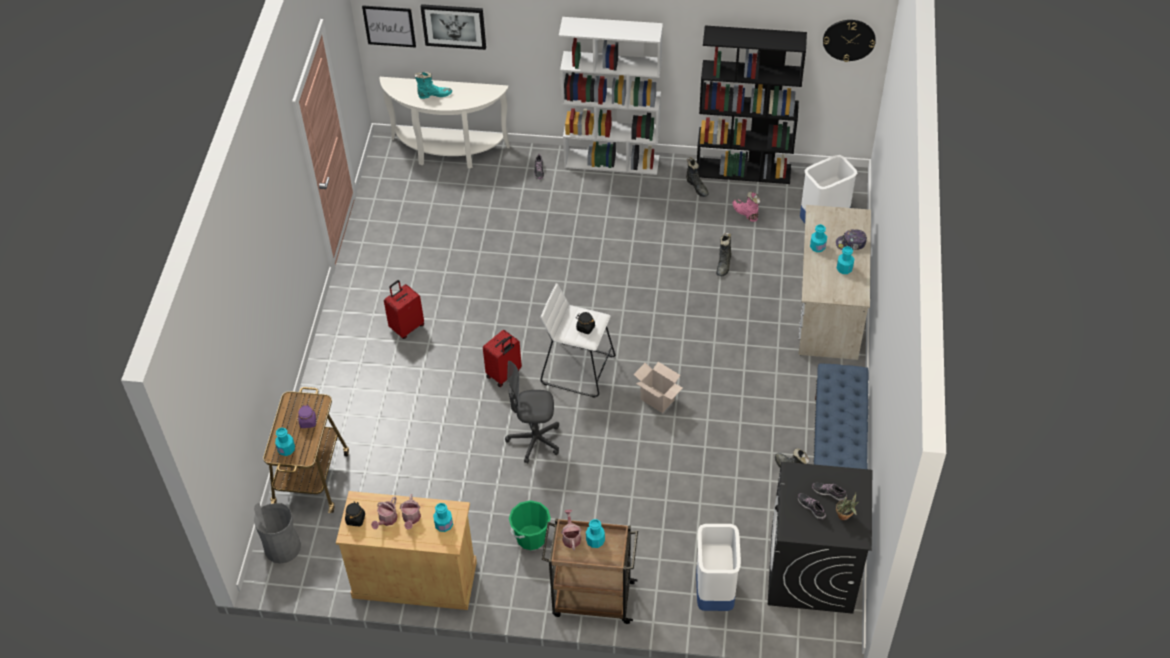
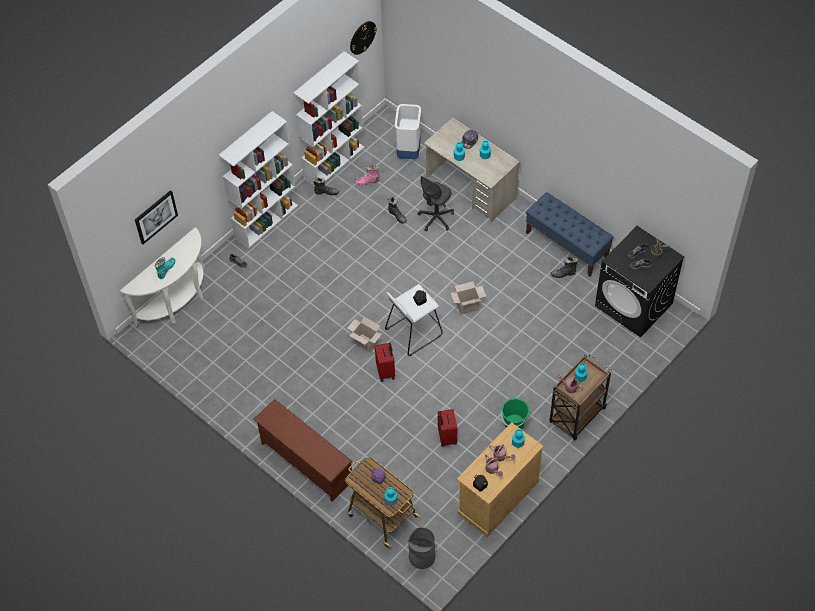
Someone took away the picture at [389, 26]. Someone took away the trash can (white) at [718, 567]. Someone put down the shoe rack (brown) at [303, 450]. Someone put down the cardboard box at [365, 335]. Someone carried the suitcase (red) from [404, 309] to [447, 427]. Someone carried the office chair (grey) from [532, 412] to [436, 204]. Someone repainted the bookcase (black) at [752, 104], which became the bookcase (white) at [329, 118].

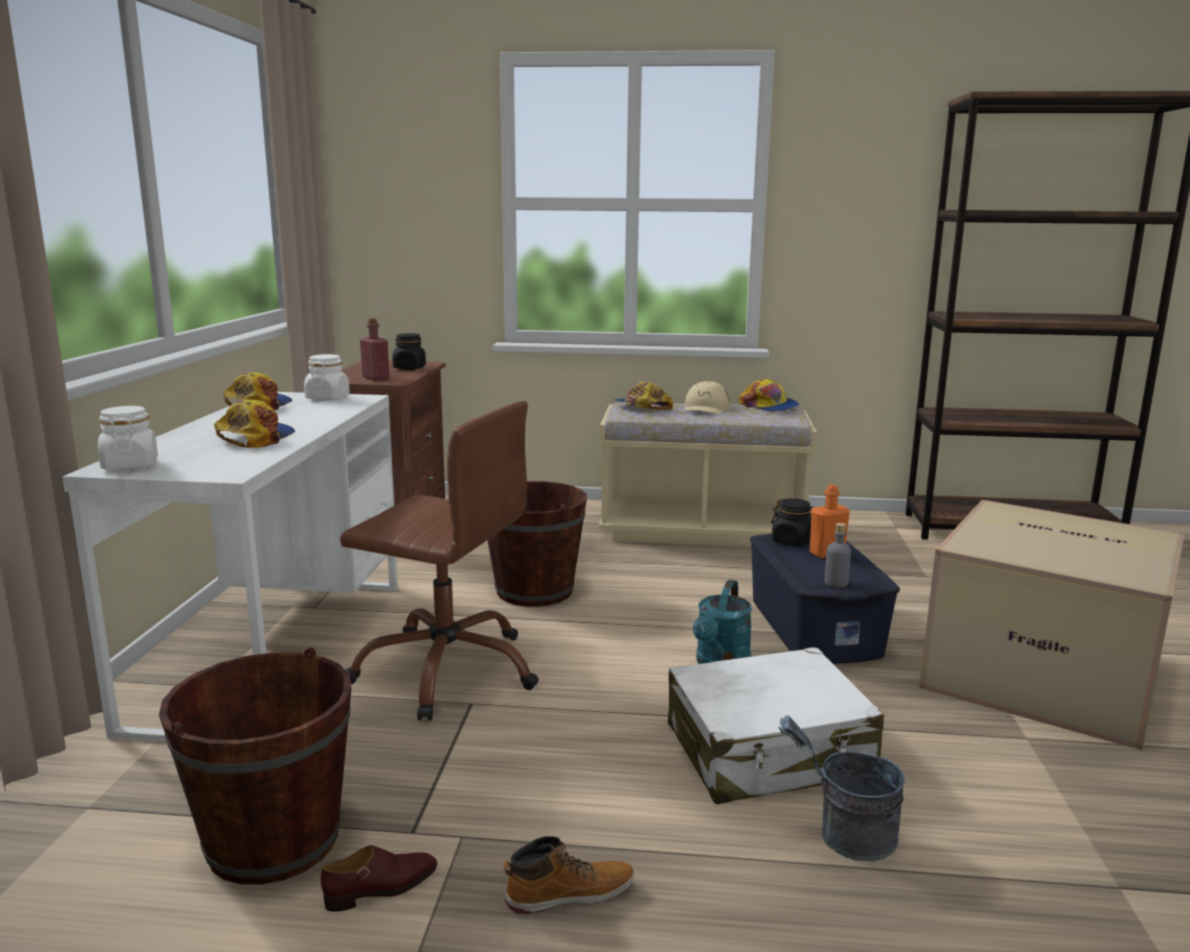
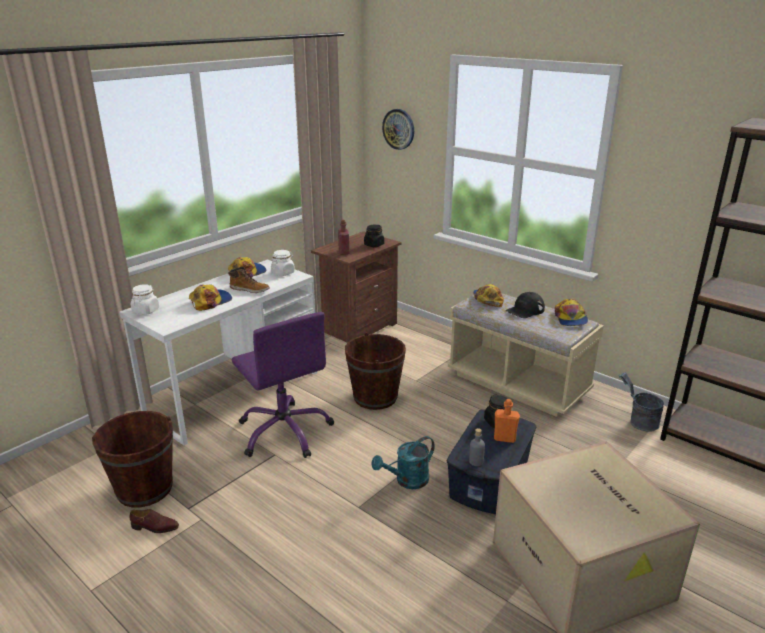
Someone took away the suitcase (white) at [776, 725]. Someone put up the wall clock at [398, 129]. Someone carried the boot from [569, 875] to [249, 280]. Someone carried the bucket (grey) from [842, 788] to [641, 402]. Someone repainted the office chair (brown) at [439, 561], which became the office chair (purple) at [283, 385]. Someone repainted the cap (beige) at [706, 397], which became the cap (black) at [525, 305].

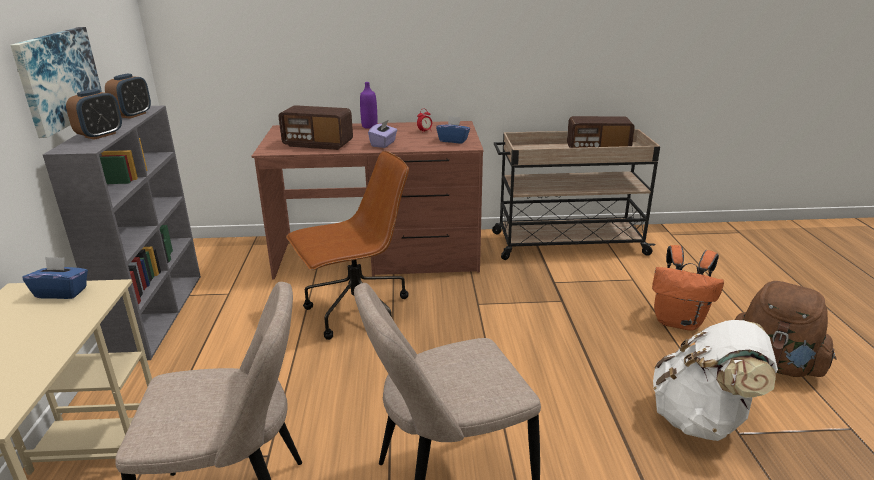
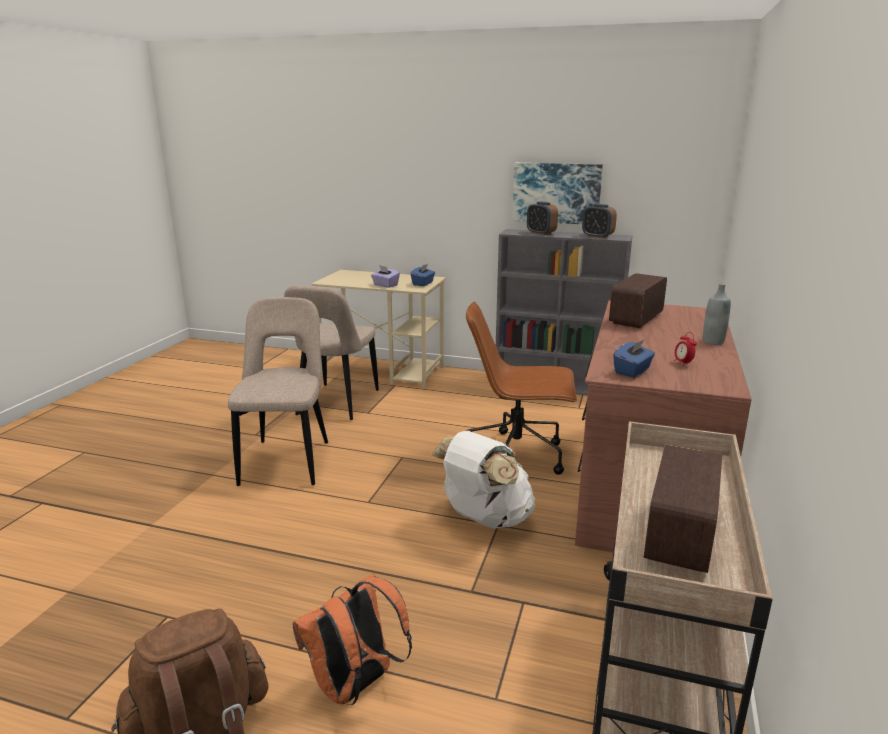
Someone carried the tissue box (purple) from [382, 133] to [385, 276]. Someone carried the backpack (white) from [715, 380] to [483, 479]. Someone repainted the bottle (purple) at [368, 105], which became the bottle (grey) at [717, 314]. Someone rotated the office chair (brown) at [347, 245] by 105 degrees clockwise.

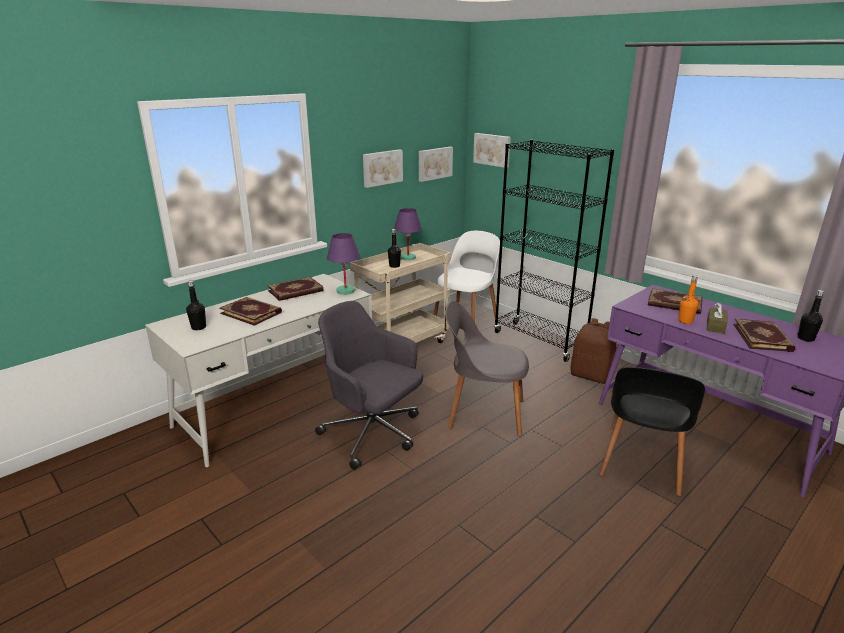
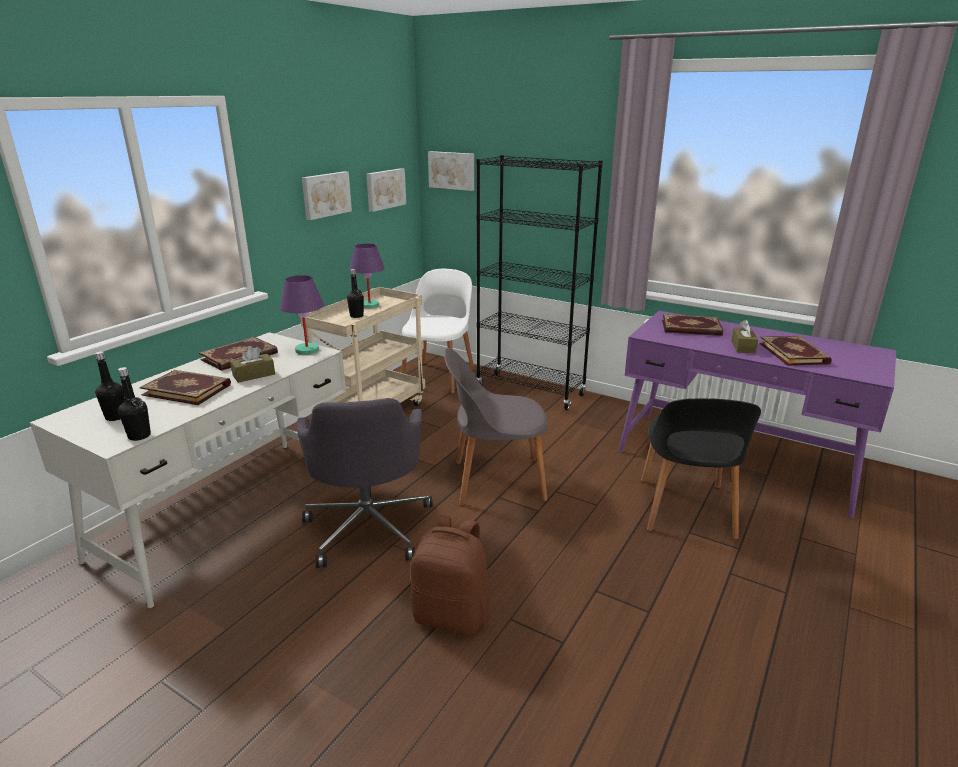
Someone took away the bottle (orange) at [688, 299]. Someone put down the tissue box (brown) at [252, 364]. Someone carried the backpack (brown) from [593, 351] to [449, 575]. Someone carried the bottle (black) from [810, 316] to [134, 404]. Someone rotated the office chair (grey) at [369, 385] by 120 degrees counterclockwise.

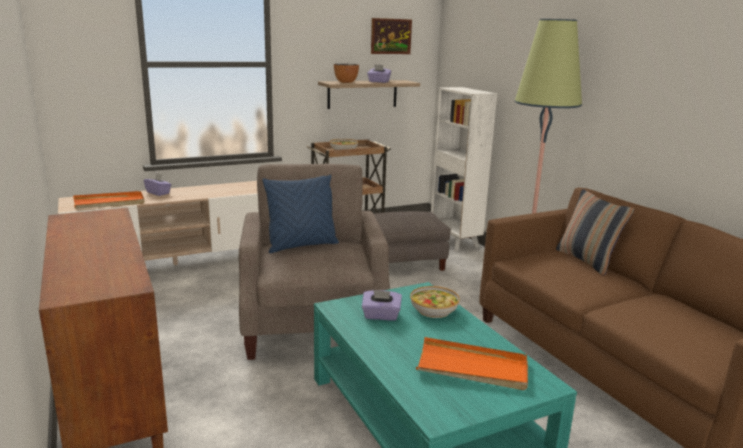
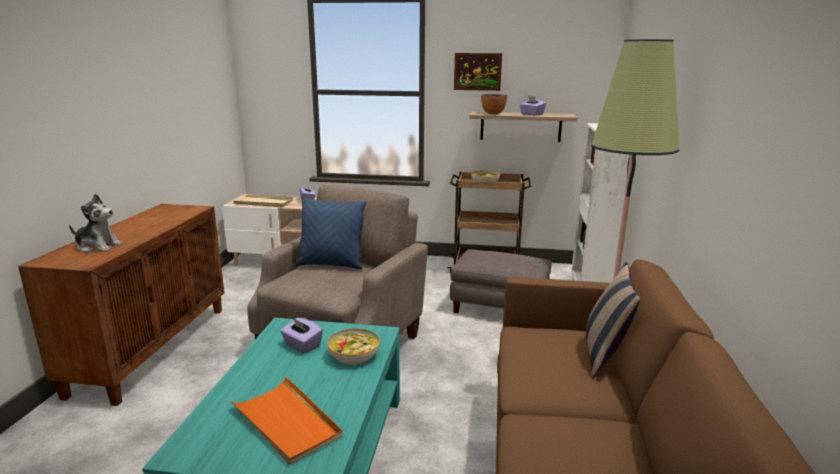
Someone put down the plush toy at [96, 223]. Someone carried the picture from [391, 36] to [478, 72]. Someone repainted the tray (orange) at [109, 200], which became the tray (beige) at [263, 201].

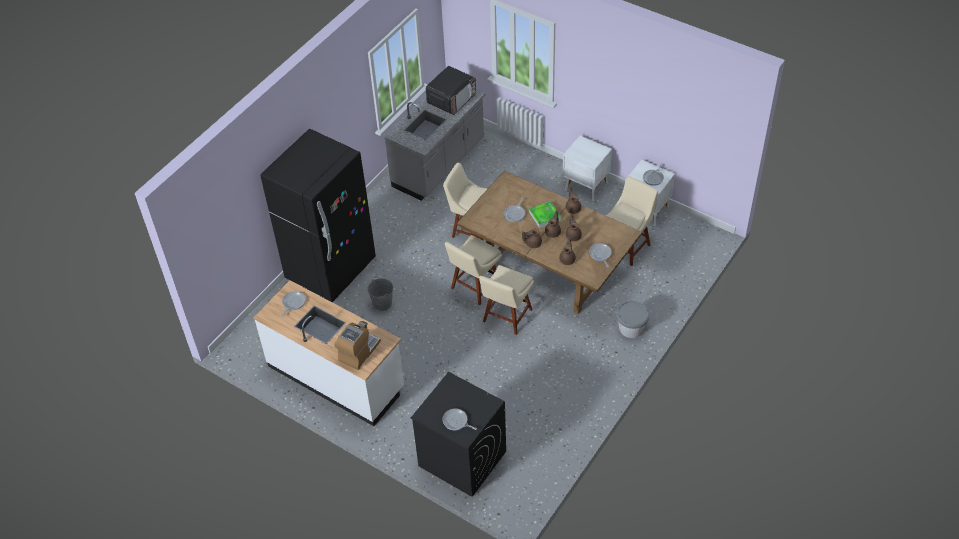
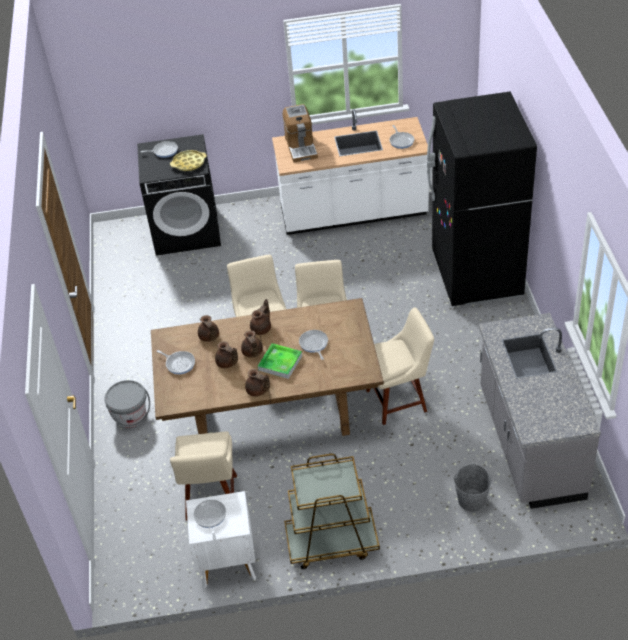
Someone took away the microwave at [451, 90]. Someone put down the tray (yellow) at [188, 160]. Someone carried the bucket (grey) from [380, 294] to [472, 488]. Someone swapped the nightstand (white) at [587, 168] for the cart (brown) at [332, 511].

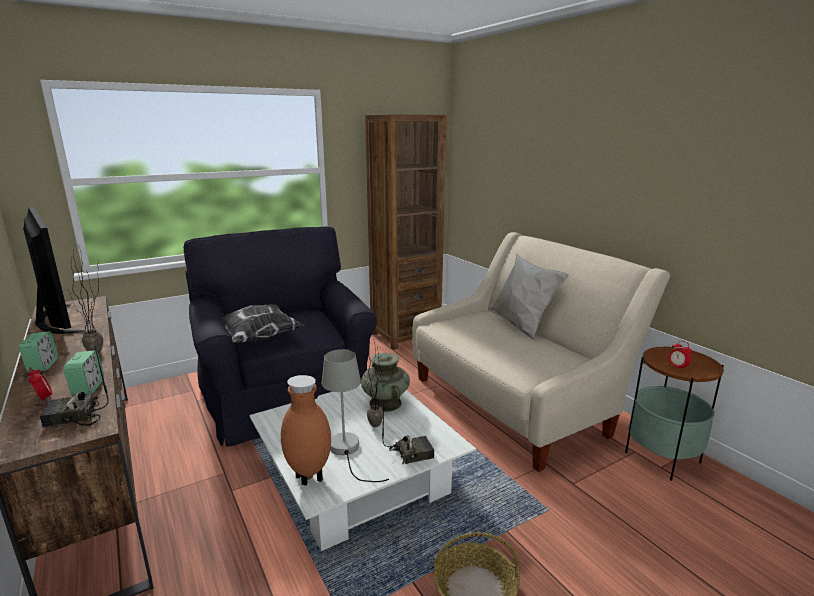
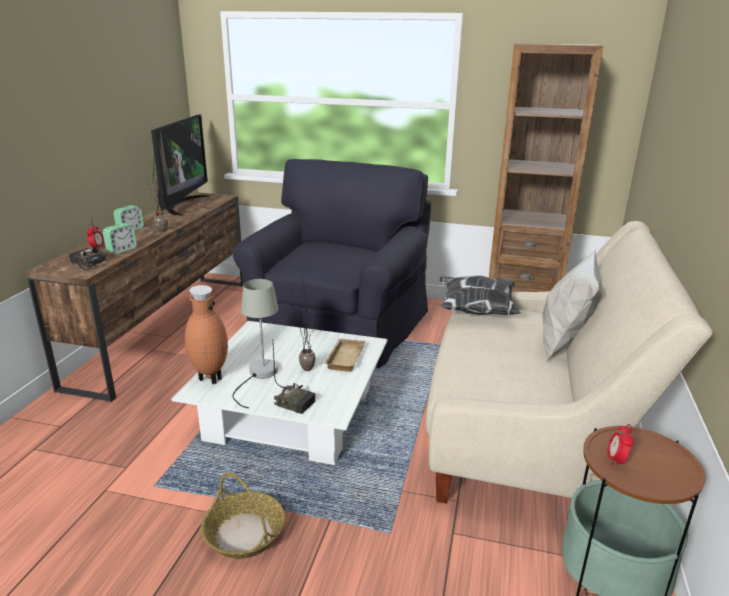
Someone carried the pillow from [263, 323] to [480, 295]. Someone swapped the vase (turquoise) at [385, 382] for the tray (beige) at [344, 355].

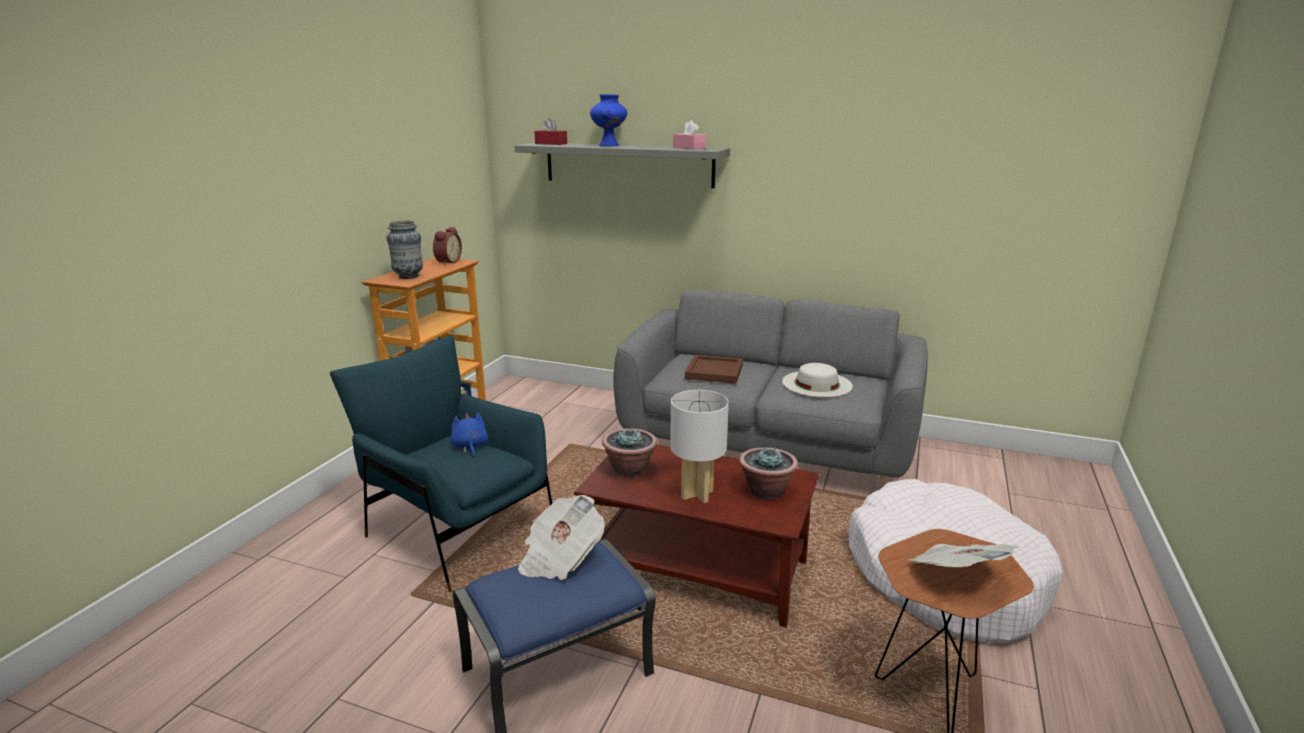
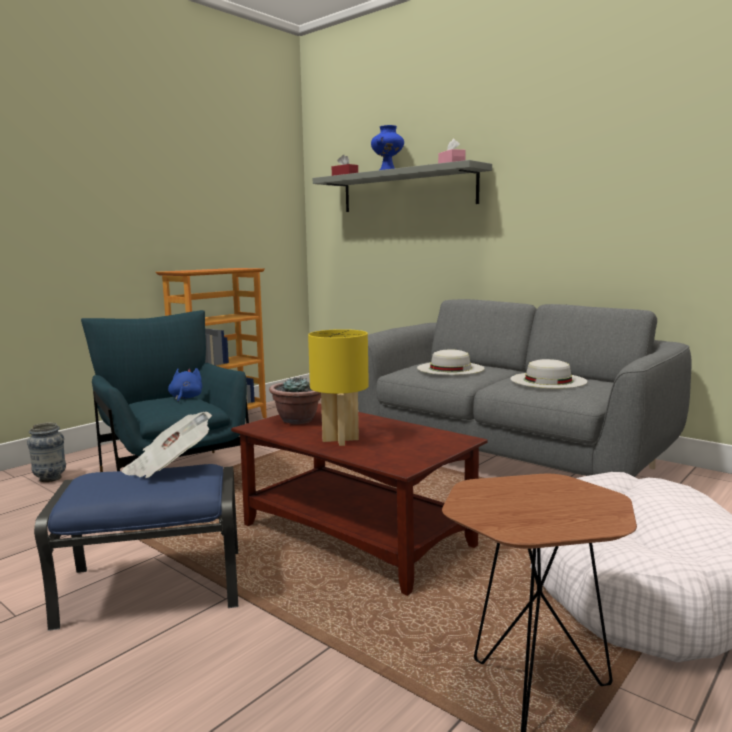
Someone took away the alarm clock at [447, 246]. Someone took away the potted plant at [768, 473]. Someone took away the newspaper at [964, 555]. Someone carried the vase from [405, 249] to [46, 452]. Someone swapped the tray (brown) at [714, 369] for the hat (white) at [450, 362]. Someone repainted the table lamp (white) at [699, 446], which became the table lamp (yellow) at [338, 387].

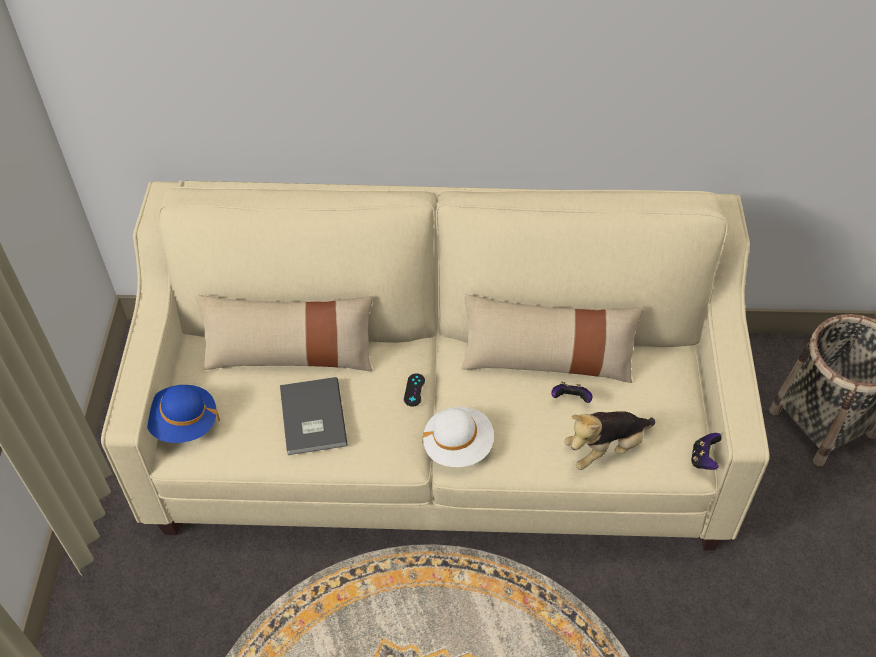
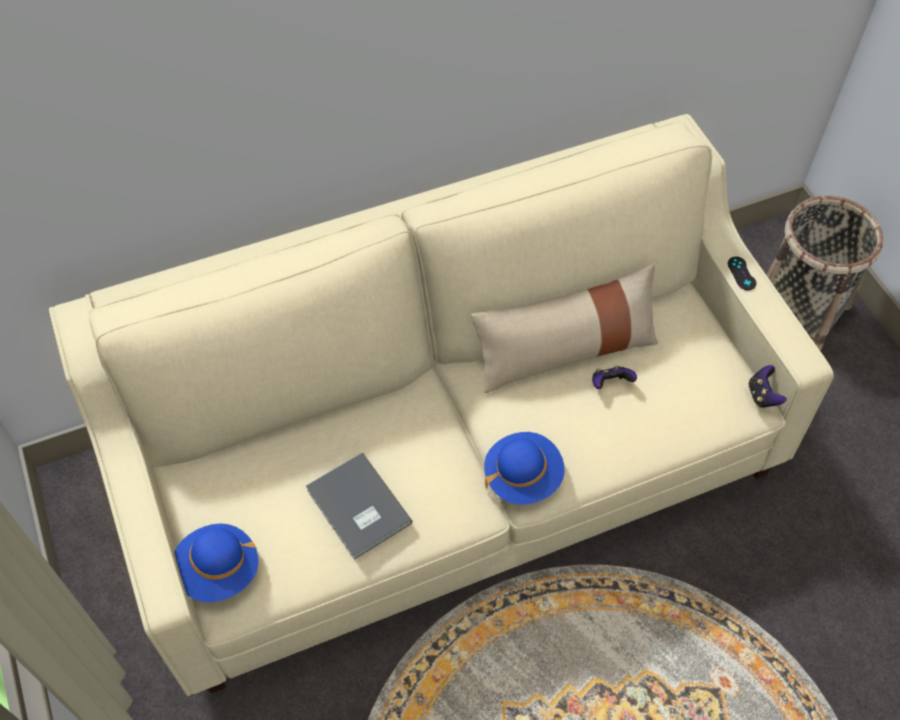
Someone took away the pillow (beige) at [284, 333]. Someone took away the plush toy at [609, 440]. Someone carried the game controller (black) from [414, 390] to [742, 273]. Someone repainted the hat (white) at [458, 437], which became the hat (blue) at [524, 468].

